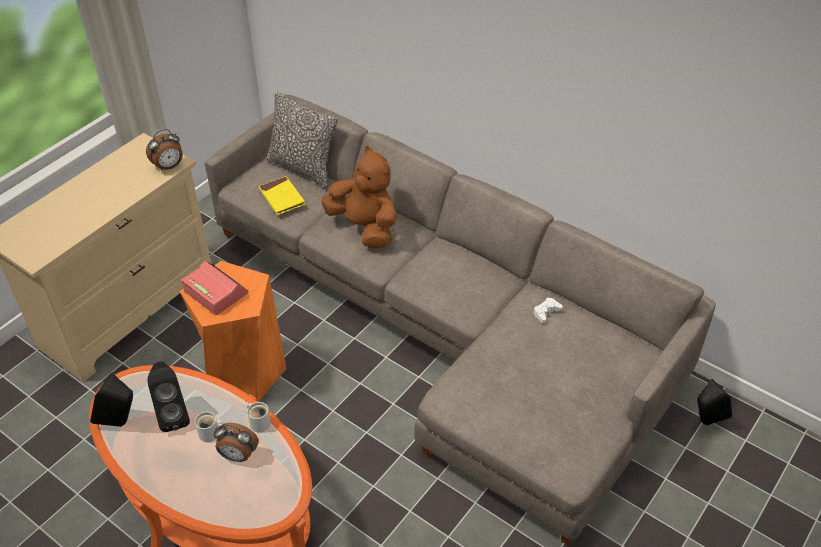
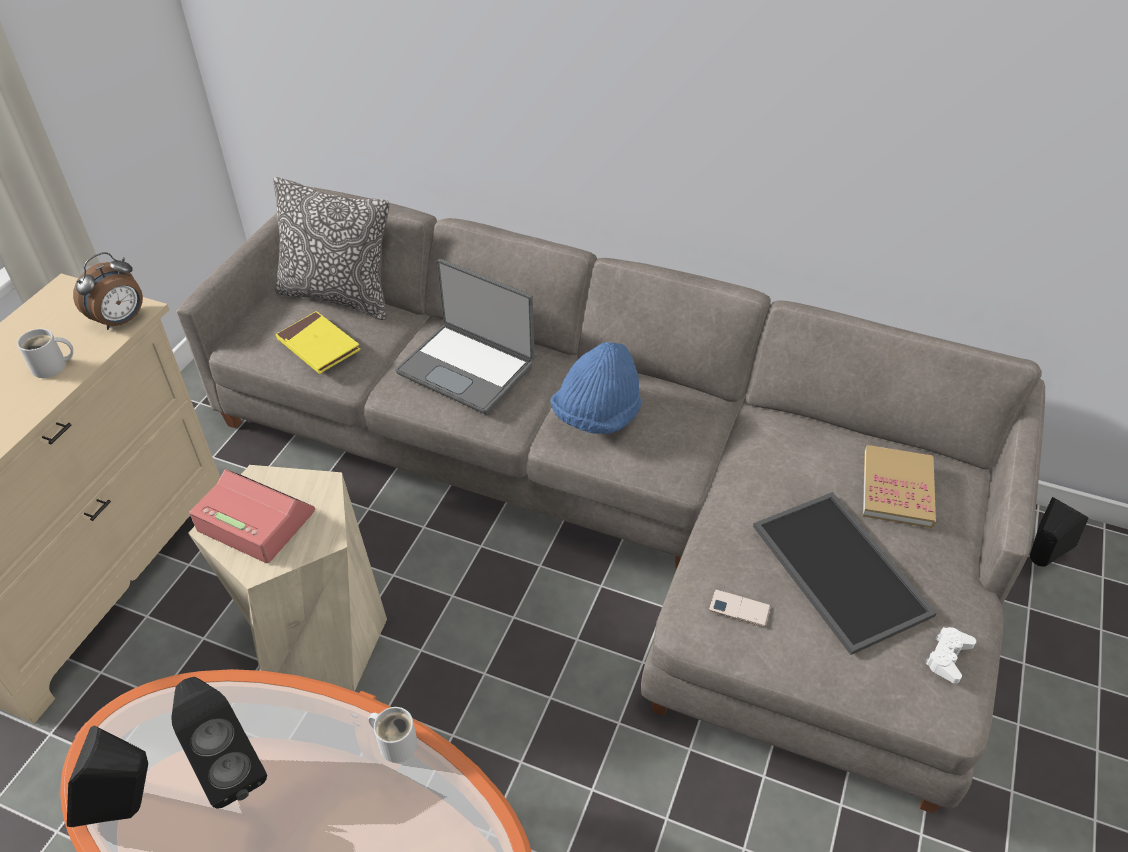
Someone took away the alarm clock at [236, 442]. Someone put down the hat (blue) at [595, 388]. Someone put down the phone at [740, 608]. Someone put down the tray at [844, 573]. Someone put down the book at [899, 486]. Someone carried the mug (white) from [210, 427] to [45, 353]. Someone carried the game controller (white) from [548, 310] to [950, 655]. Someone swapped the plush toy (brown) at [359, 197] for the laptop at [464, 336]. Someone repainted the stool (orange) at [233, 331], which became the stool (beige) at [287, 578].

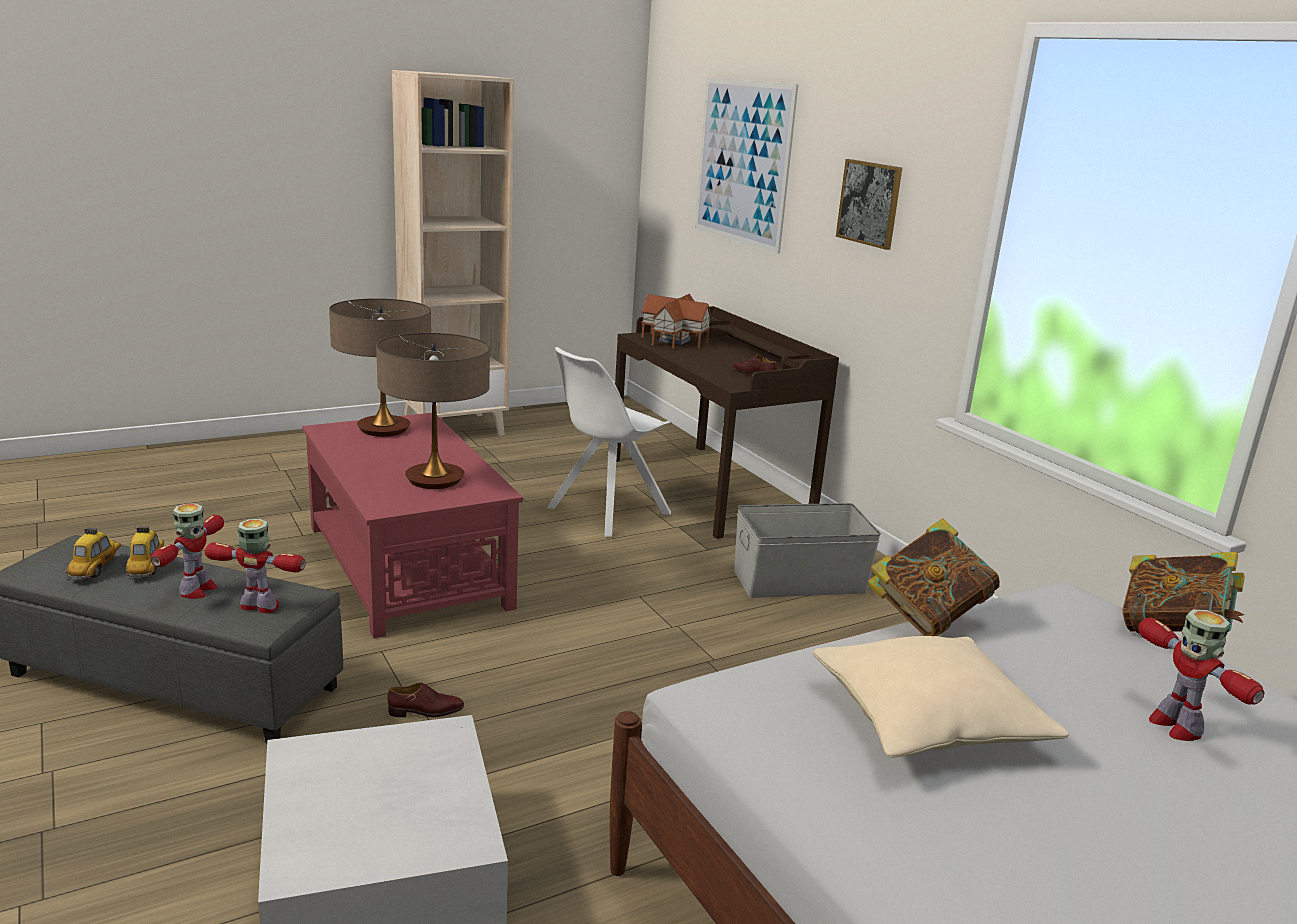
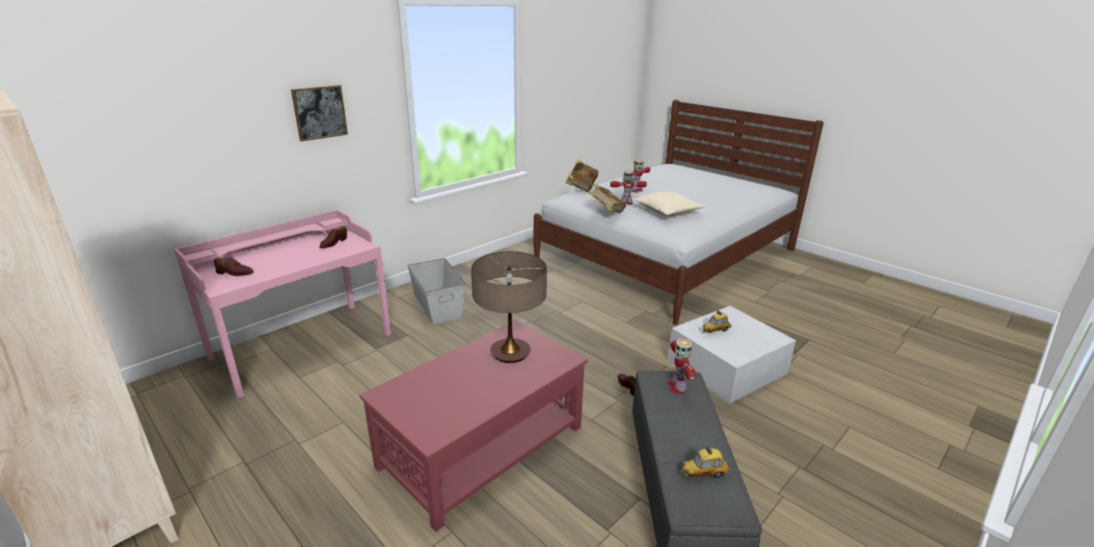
Someone took away the table lamp at [380, 367]. Someone took away the chair (white) at [609, 442]. Someone took away the picture at [746, 165]. Someone carried the toy car from [145, 552] to [717, 322]. Someone carried the toy robot from [187, 551] to [628, 187]. Someone swapped the toy house at [676, 321] for the shoe (brown) at [234, 266]. Someone repainted the desk (brown) at [727, 422], which became the desk (pink) at [282, 304].

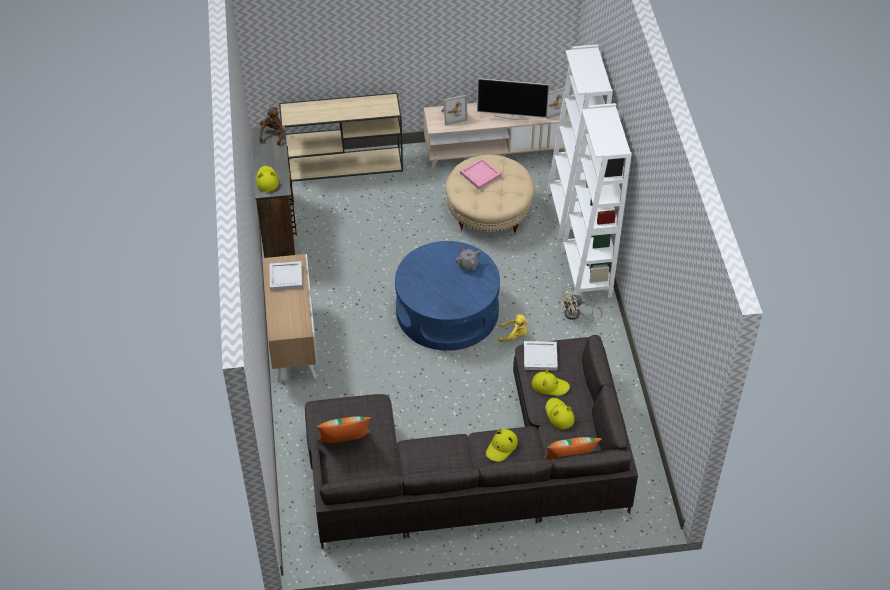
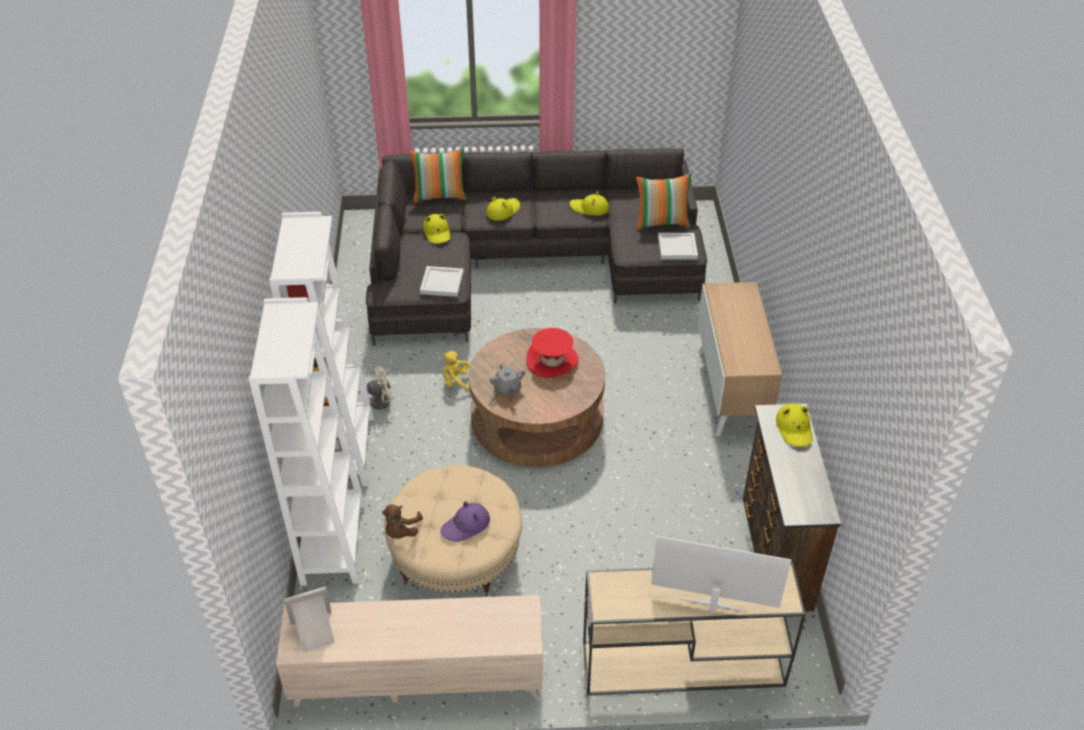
Someone took away the picture frame at [455, 110]. Someone put down the hat (red) at [552, 353]. Someone carried the plush toy (brown) from [271, 126] to [402, 522]. Someone carried the tray (white) from [286, 275] to [678, 246]. Someone carried the television from [513, 99] to [721, 574]. Someone carried the hat (yellow) from [551, 382] to [589, 203]. Someone swapped the tray (pink) at [480, 173] for the hat (purple) at [465, 521]. Someone repainted the coffee table (blue) at [447, 296], which became the coffee table (brown) at [537, 397].

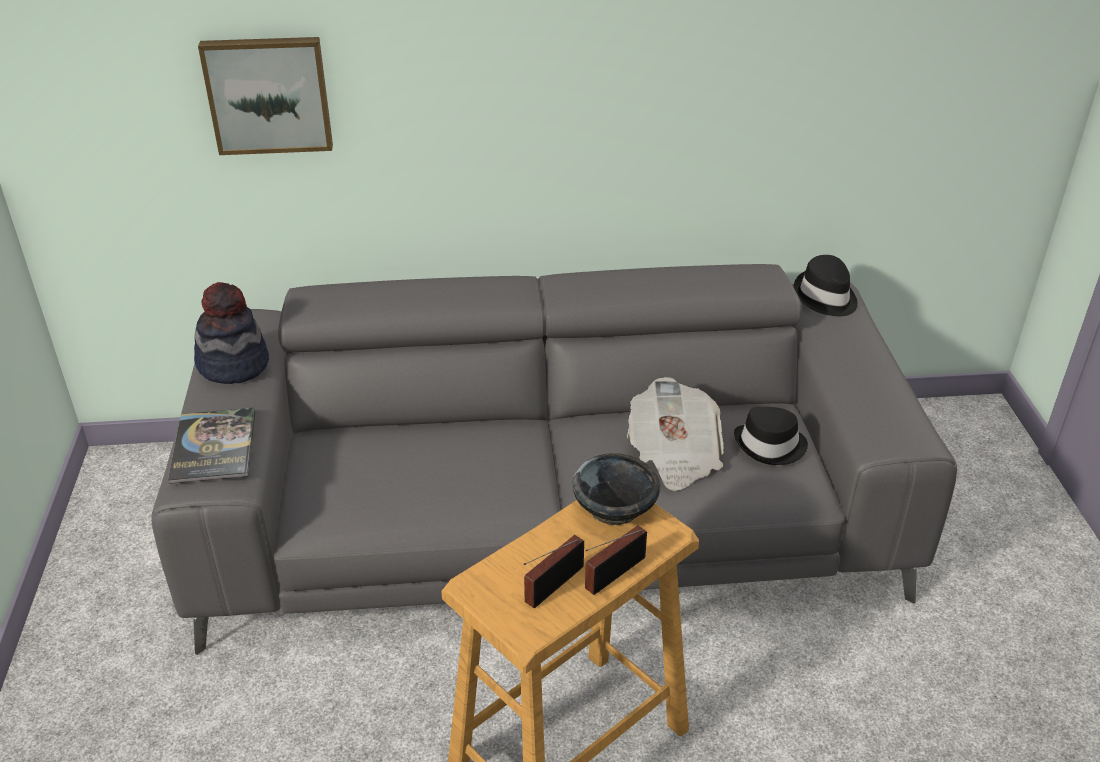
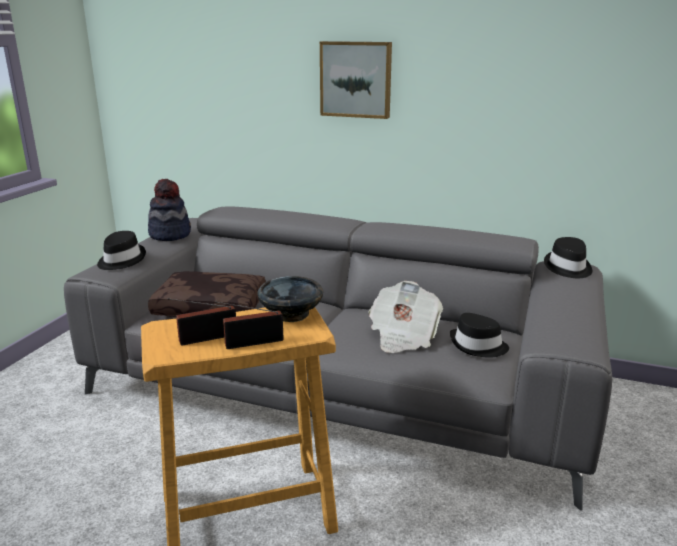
Someone put down the pillow (brown) at [207, 294]. Someone carried the picture from [265, 96] to [356, 80]. Someone swapped the book at [211, 446] for the hat (black) at [121, 250].

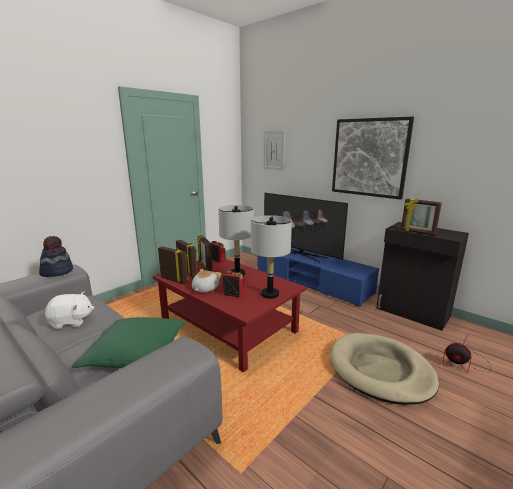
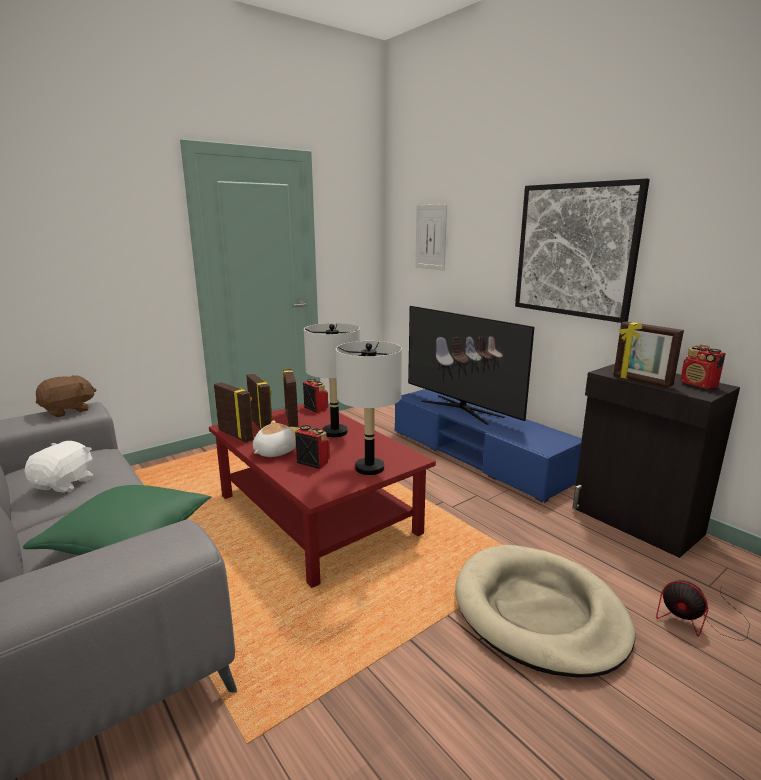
Someone put down the radio at [703, 366]. Someone swapped the hat at [56, 256] for the plush toy (brown) at [66, 396]. Someone rotated the plush toy (white) at [69, 310] by 75 degrees counterclockwise.

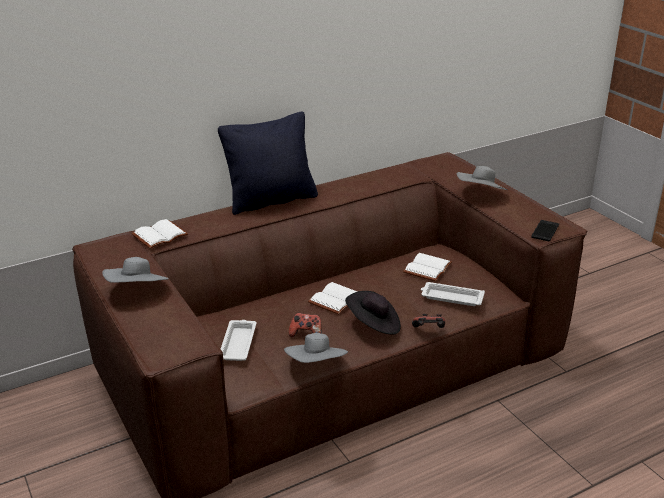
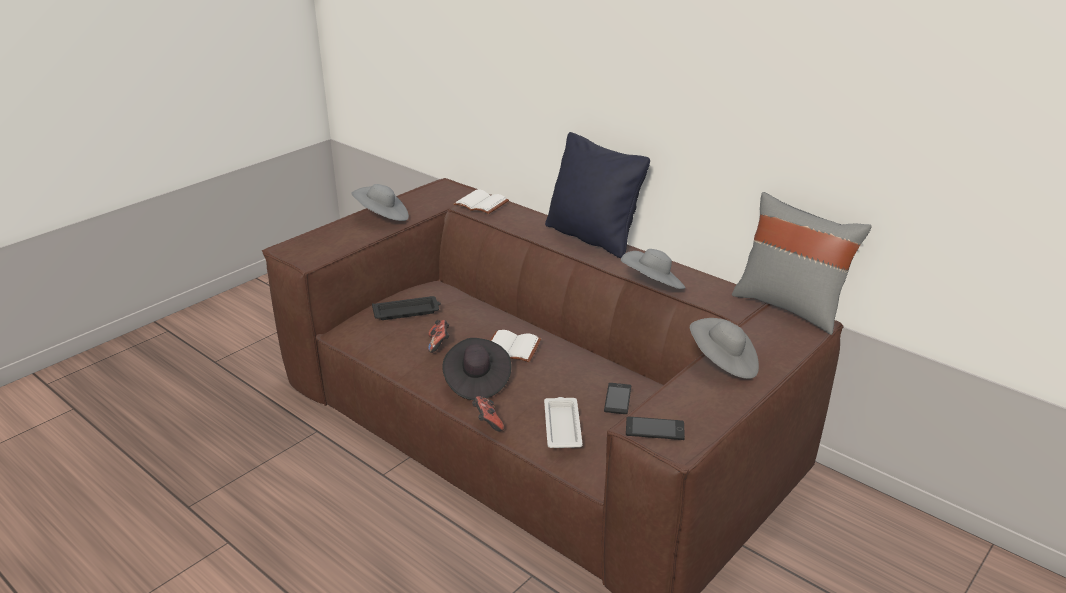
Someone put down the pillow (grey) at [802, 263]. Someone carried the hat (grey) from [316, 348] to [653, 269]. Someone swapped the book (white) at [427, 267] for the phone at [617, 398]. Someone repainted the tray (white) at [239, 340], which became the tray (black) at [406, 308].

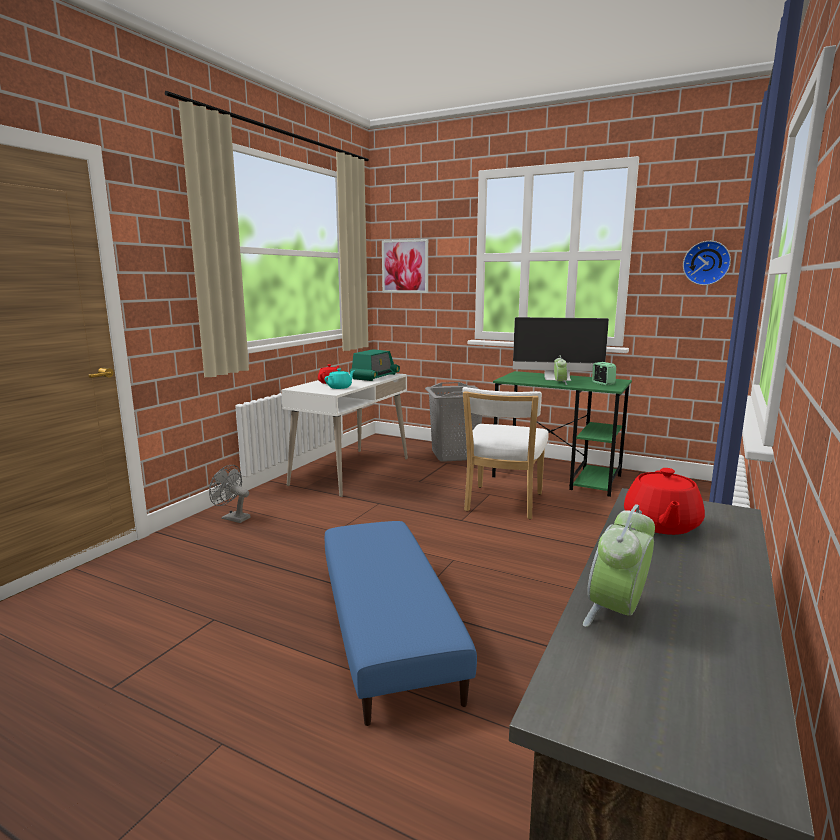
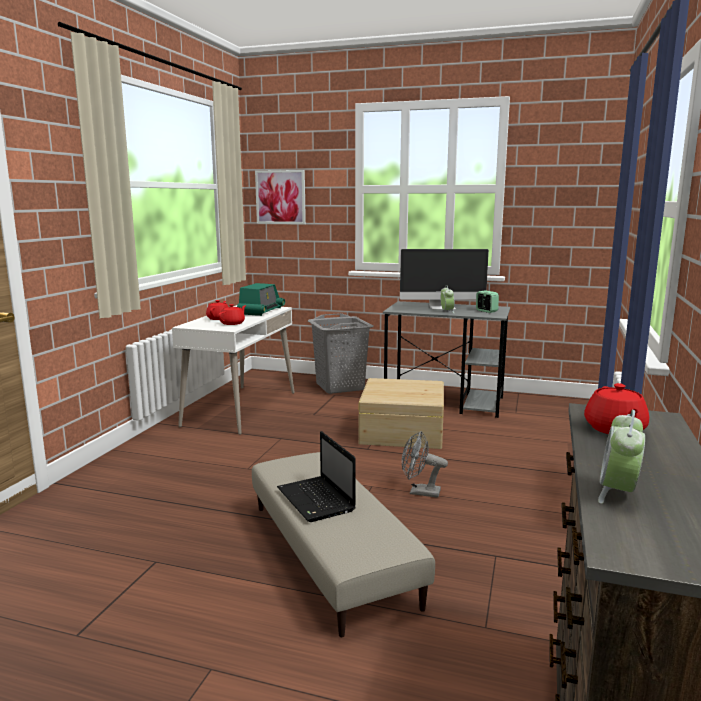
Someone took away the wall clock at [707, 263]. Someone put down the laptop at [316, 476]. Someone carried the fan (grey) from [229, 494] to [425, 464]. Someone swapped the chair (white) at [505, 453] for the storage box (beige) at [401, 413]. Someone repainted the teapot (turquoise) at [340, 378], which became the teapot (red) at [232, 314]. Someone repainted the ottoman (blue) at [401, 623], which became the ottoman (beige) at [343, 544]. Someone repainted the desk (green) at [562, 434], which became the desk (grey) at [446, 359].

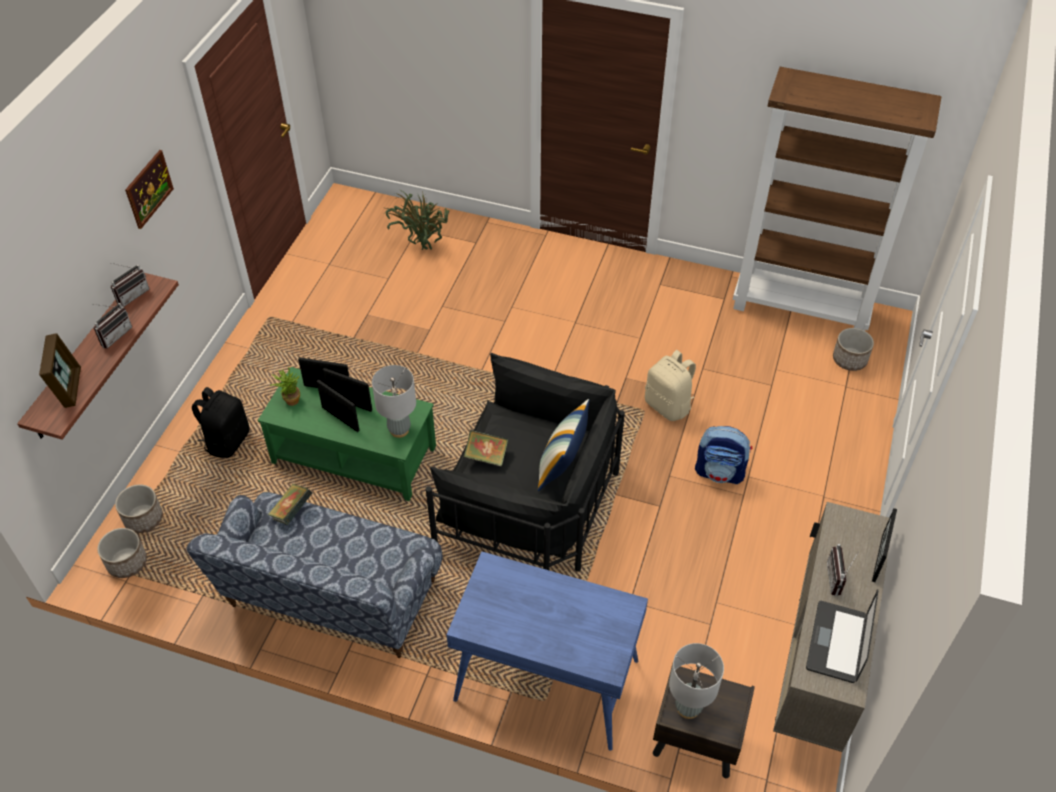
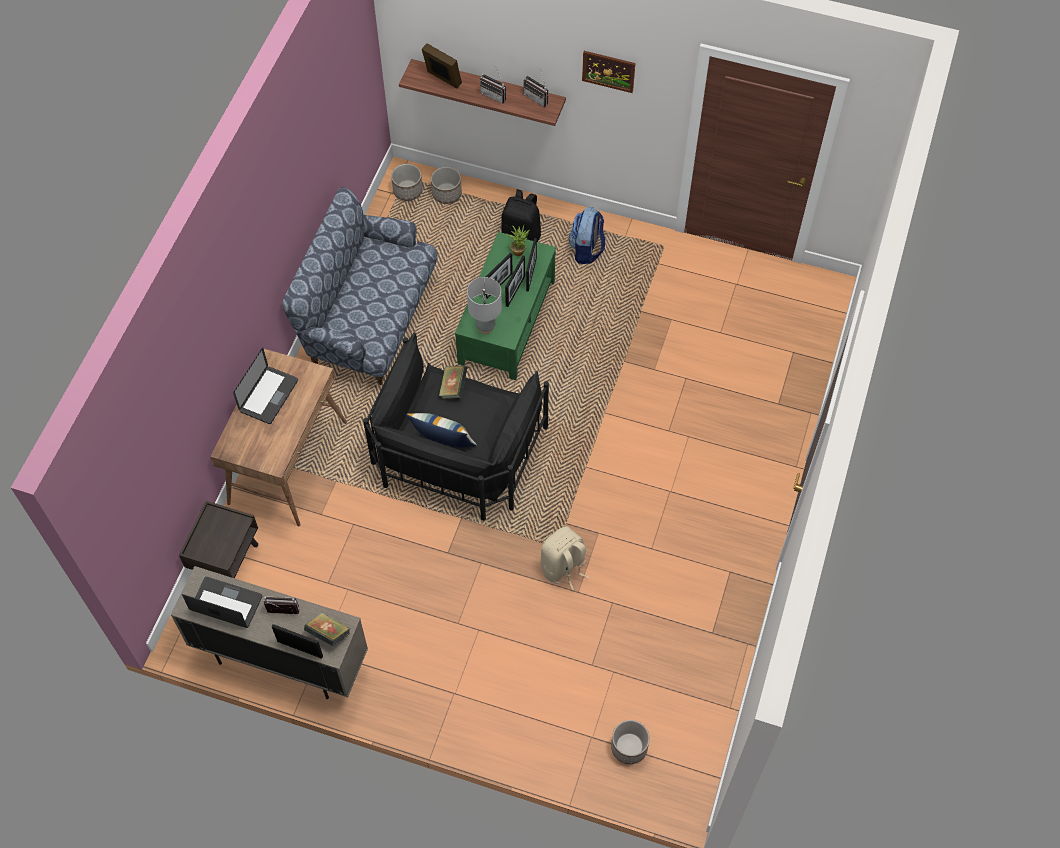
Someone took away the potted plant at [417, 220]. Someone took away the table lamp (grey) at [696, 681]. Someone took away the bookcase (brown) at [837, 199]. Someone put down the laptop at [265, 386]. Someone carried the book from [290, 504] to [327, 629]. Someone carried the backpack from [723, 455] to [587, 235]. Someone repainted the desk (blue) at [547, 651], which became the desk (brown) at [278, 438]. Someone rotated the picture frame at [60, 370] by 135 degrees counterclockwise.

